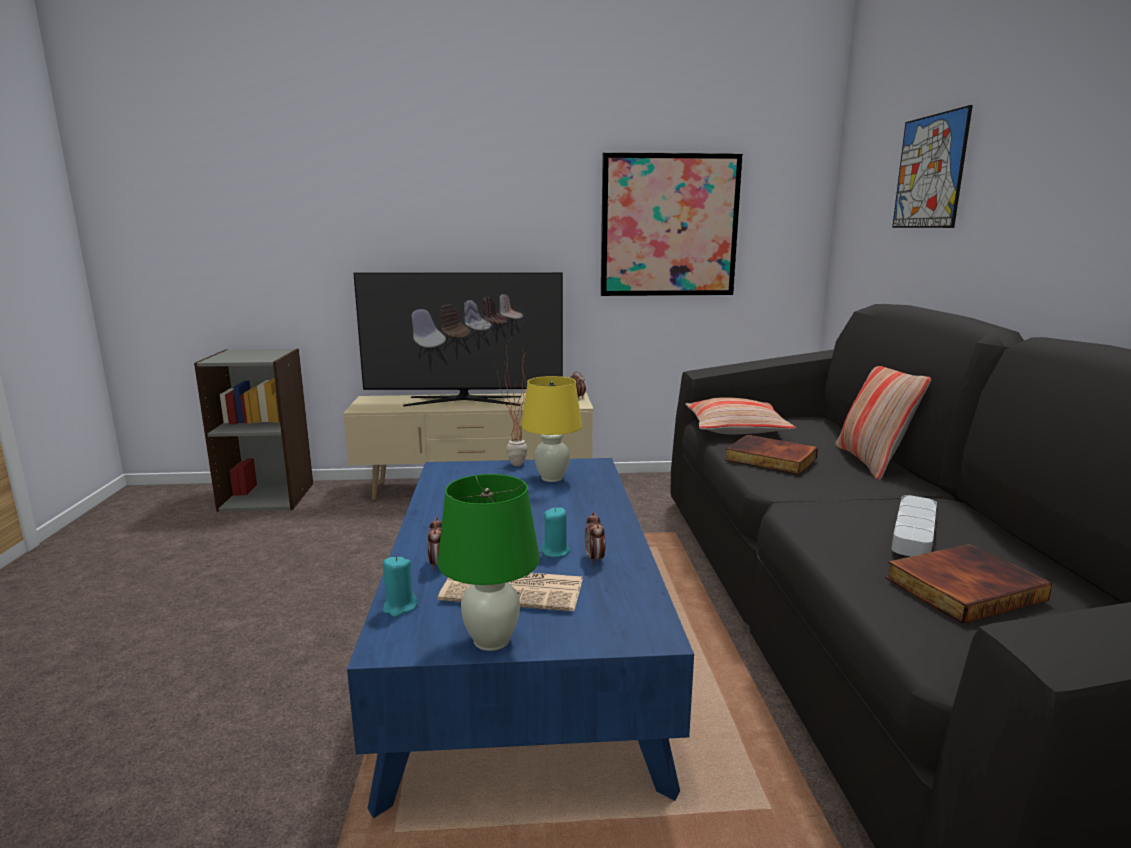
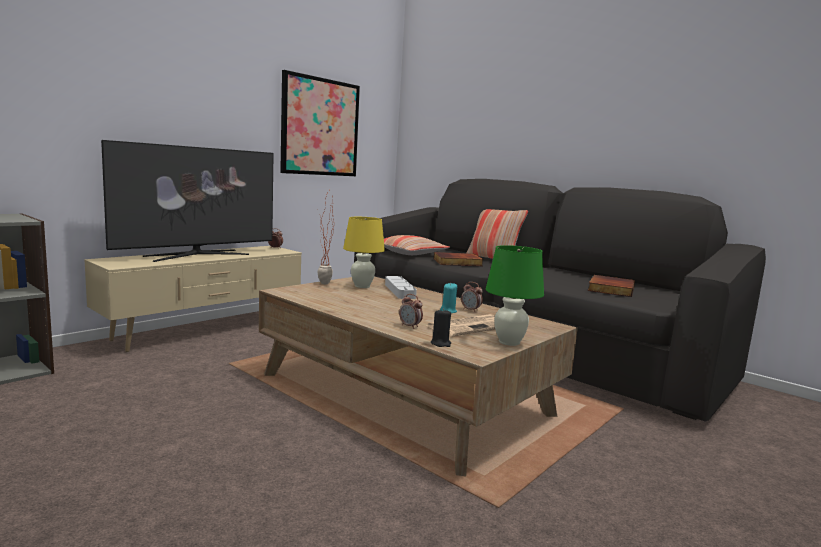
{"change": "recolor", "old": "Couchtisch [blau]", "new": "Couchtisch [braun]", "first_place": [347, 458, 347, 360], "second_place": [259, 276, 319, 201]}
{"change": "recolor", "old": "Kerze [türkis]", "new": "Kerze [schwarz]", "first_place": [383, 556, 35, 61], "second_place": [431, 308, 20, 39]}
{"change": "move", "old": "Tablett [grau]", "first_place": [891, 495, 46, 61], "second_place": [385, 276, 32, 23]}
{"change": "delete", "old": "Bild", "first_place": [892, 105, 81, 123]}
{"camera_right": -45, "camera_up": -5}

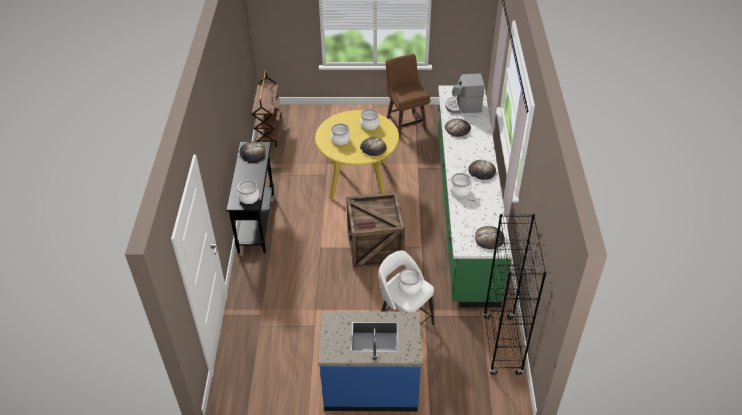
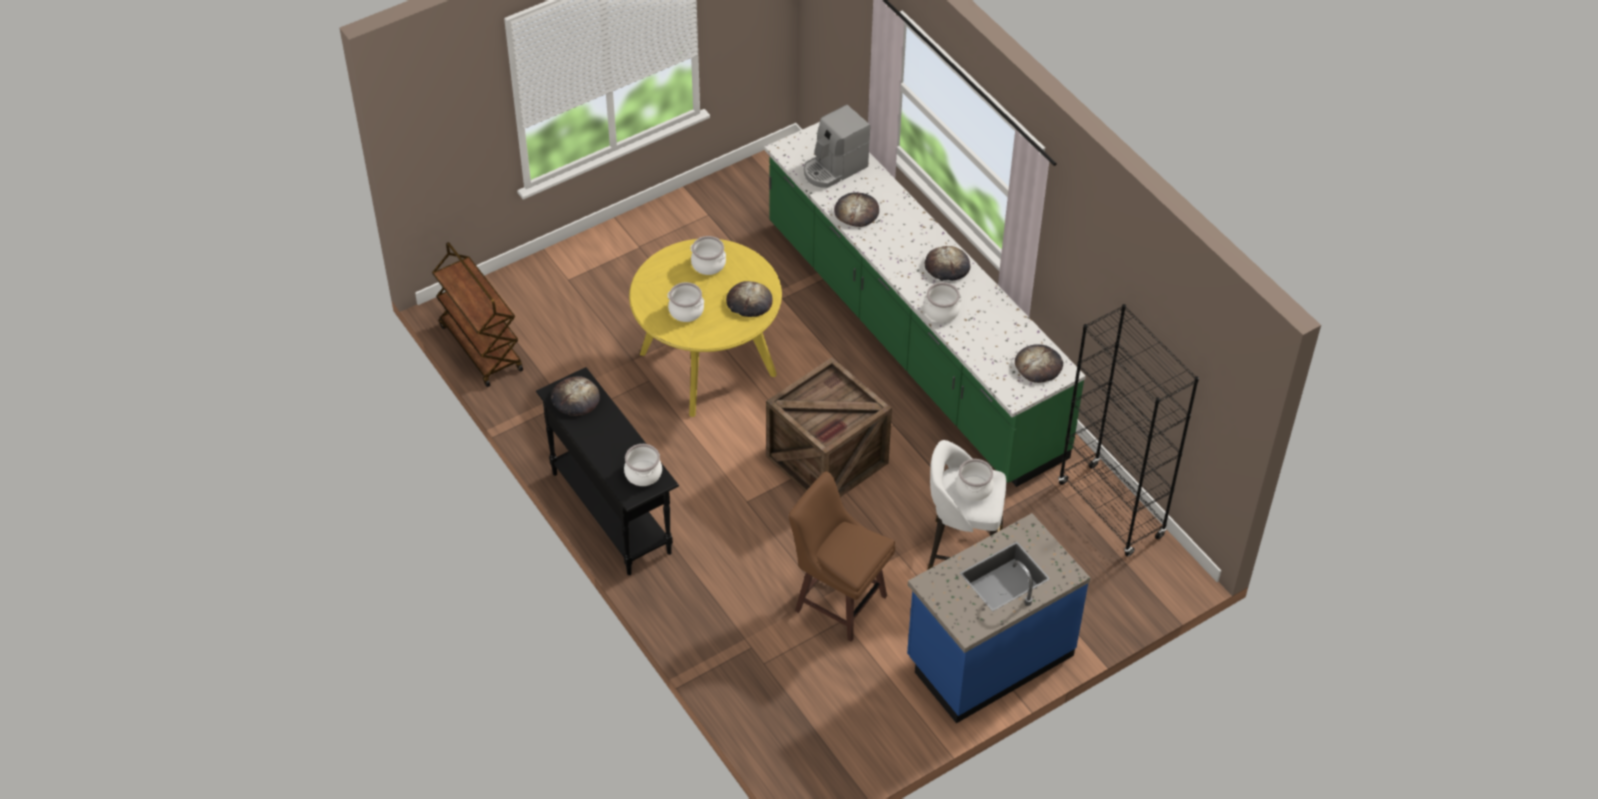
{"change": "move", "old": "Hocker [braun]", "first_place": [386, 54, 44, 84], "second_place": [789, 472, 106, 170]}
{"camera_right": -35, "camera_up": 5}

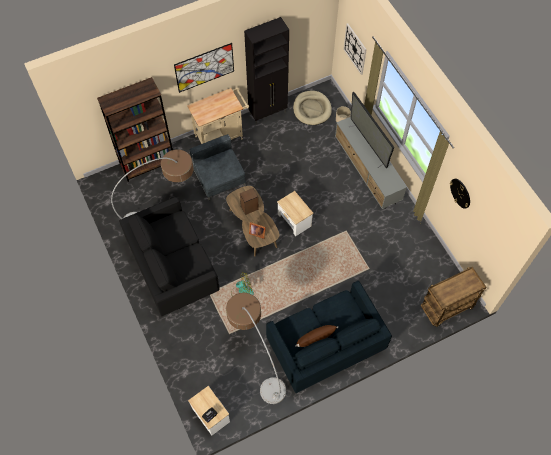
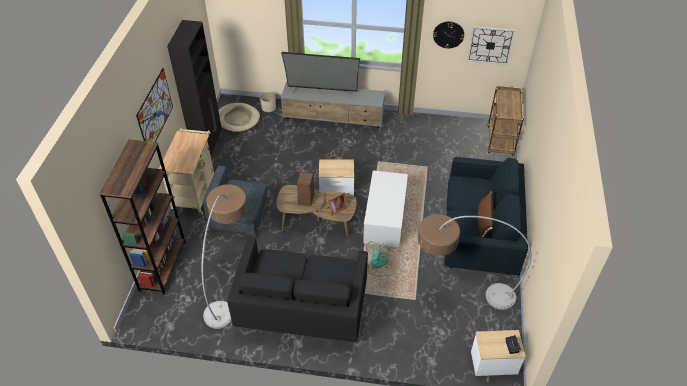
{"change": "move", "old": "Wanduhr", "first_place": [343, 23, 24, 52], "second_place": [467, 26, 48, 39]}
{"change": "insert", "new": "Couchtisch [weiß]", "second_place": [363, 171, 45, 76]}
{"camera_right": -55, "camera_up": -15}

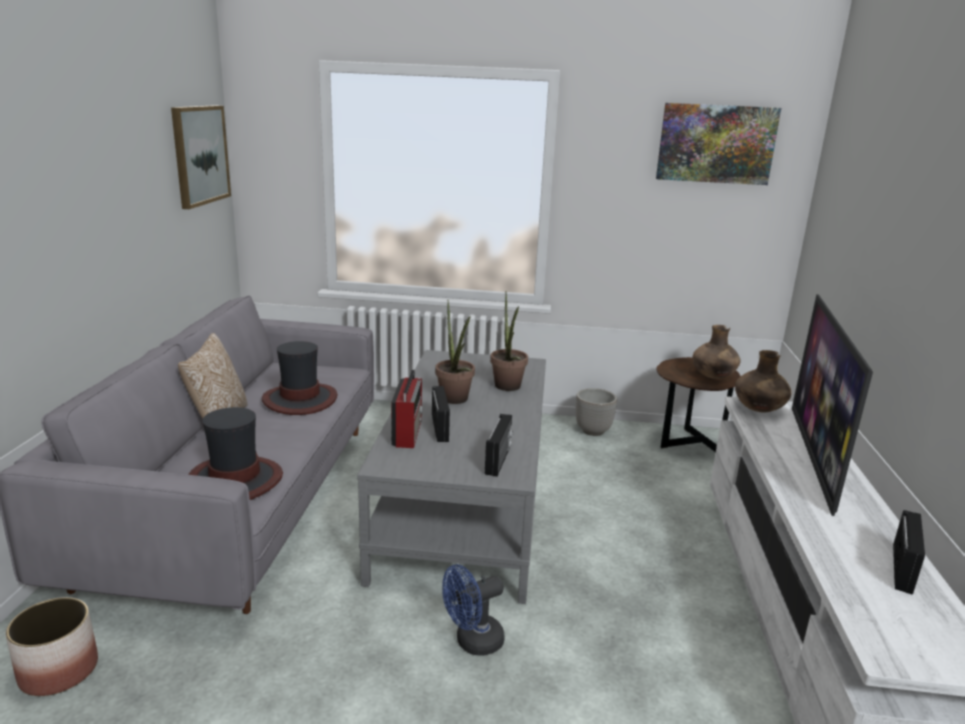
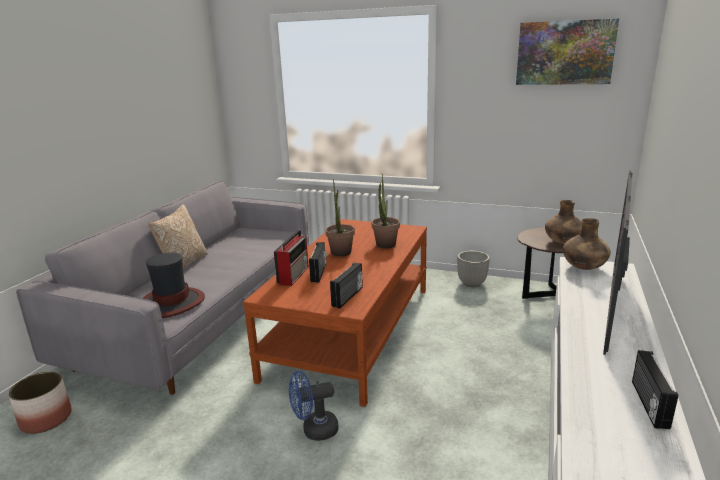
{"change": "delete", "old": "Bild", "first_place": [171, 105, 60, 104]}
{"change": "delete", "old": "Hut", "first_place": [262, 341, 76, 74]}
{"change": "recolor", "old": "Couchtisch [grau]", "new": "Couchtisch [braun]", "first_place": [357, 350, 189, 254], "second_place": [243, 219, 184, 188]}
{"change": "rotate", "old": "Radio", "first_place": [893, 510, 32, 85], "second_place": [632, 350, 46, 79], "degrees": 150}
{"camera_right": 15, "camera_up": 0}

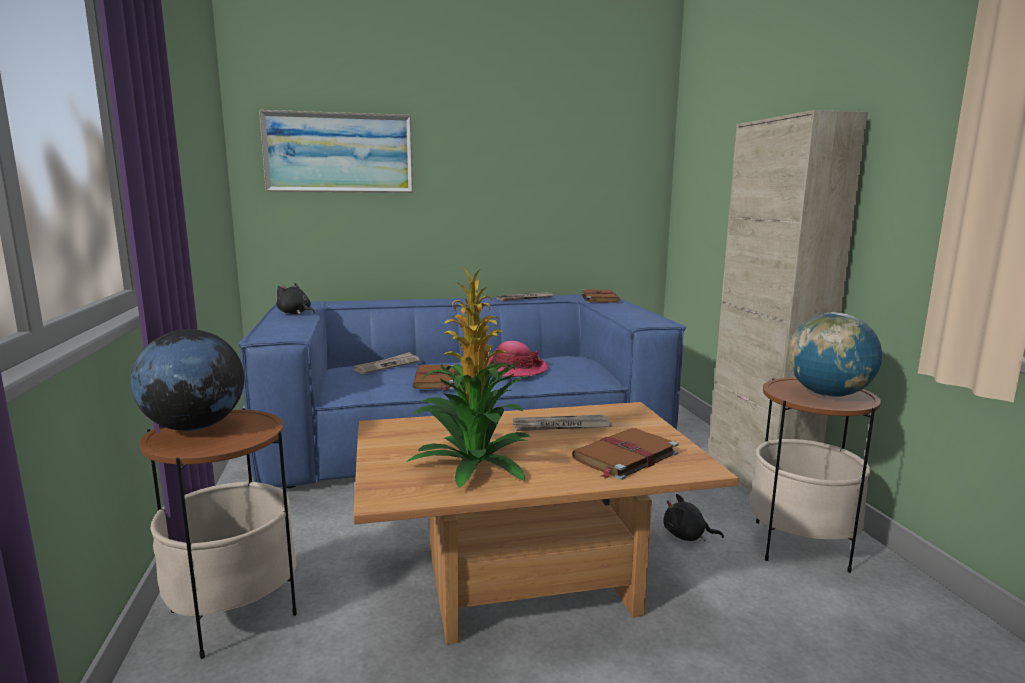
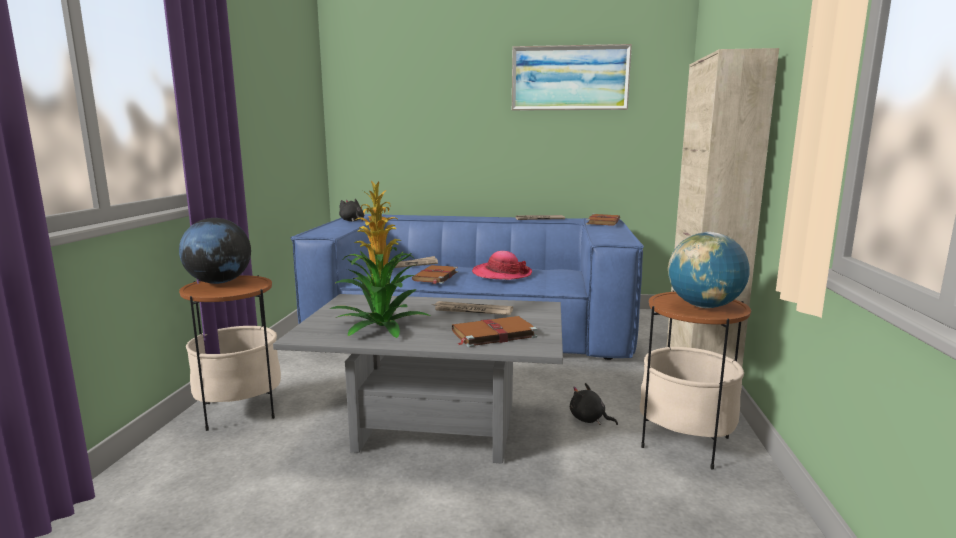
{"change": "move", "old": "Bild", "first_place": [259, 110, 154, 83], "second_place": [512, 44, 120, 66]}
{"change": "recolor", "old": "Couchtisch [braun]", "new": "Couchtisch [grau]", "first_place": [354, 402, 385, 242], "second_place": [273, 294, 290, 170]}
{"camera_right": 20, "camera_up": 0}

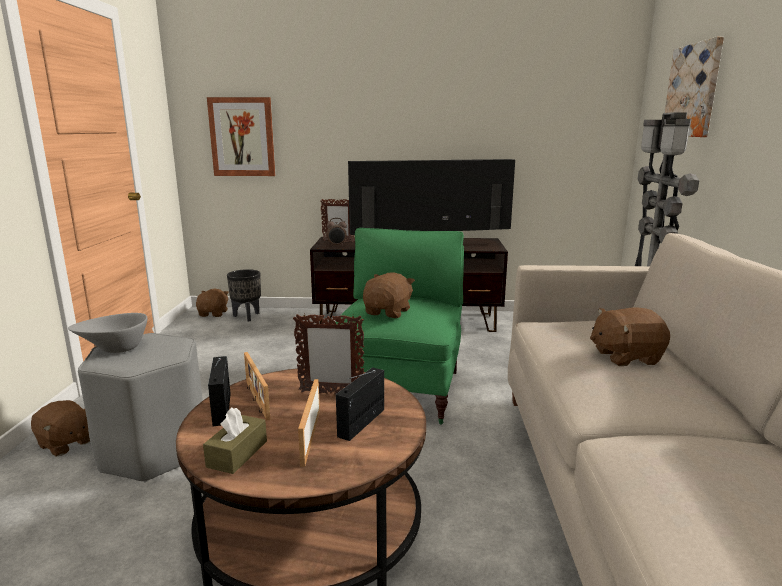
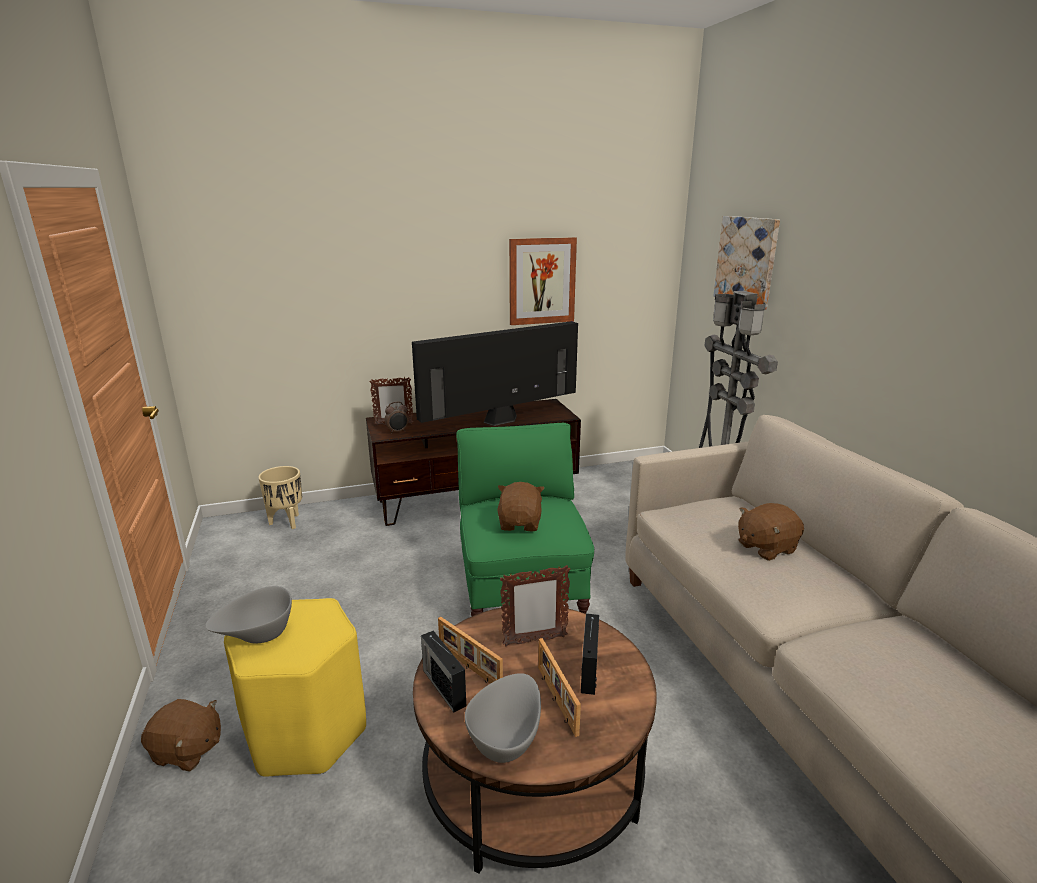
{"change": "recolor", "old": "Hocker [grau]", "new": "Hocker [gelb]", "first_place": [78, 333, 125, 149], "second_place": [224, 598, 142, 179]}
{"change": "delete", "old": "Plüschtier [braun]", "first_place": [196, 289, 33, 28]}
{"change": "replace", "old": "Taschentuchbox [braun]", "new": "Schüssel [grau]", "first_place": [203, 408, 64, 66], "second_place": [465, 673, 76, 90]}
{"change": "move", "old": "Bild", "first_place": [207, 97, 69, 79], "second_place": [509, 237, 68, 88]}
{"change": "recolor", "old": "Pflanzkübel [schwarz]", "new": "Pflanzkübel [beige]", "first_place": [227, 269, 34, 52], "second_place": [258, 466, 44, 63]}
{"camera_right": -20, "camera_up": 5}

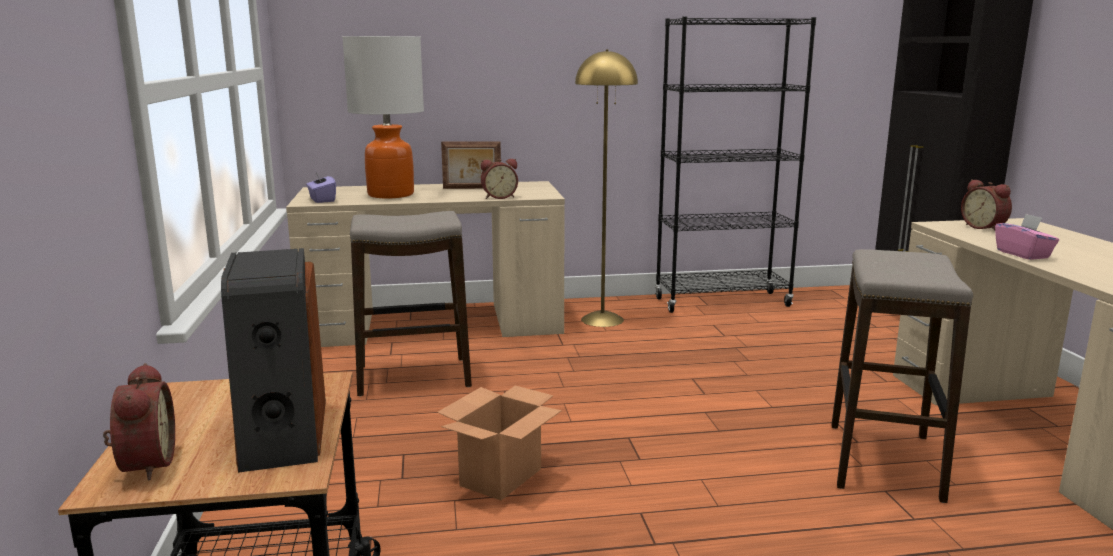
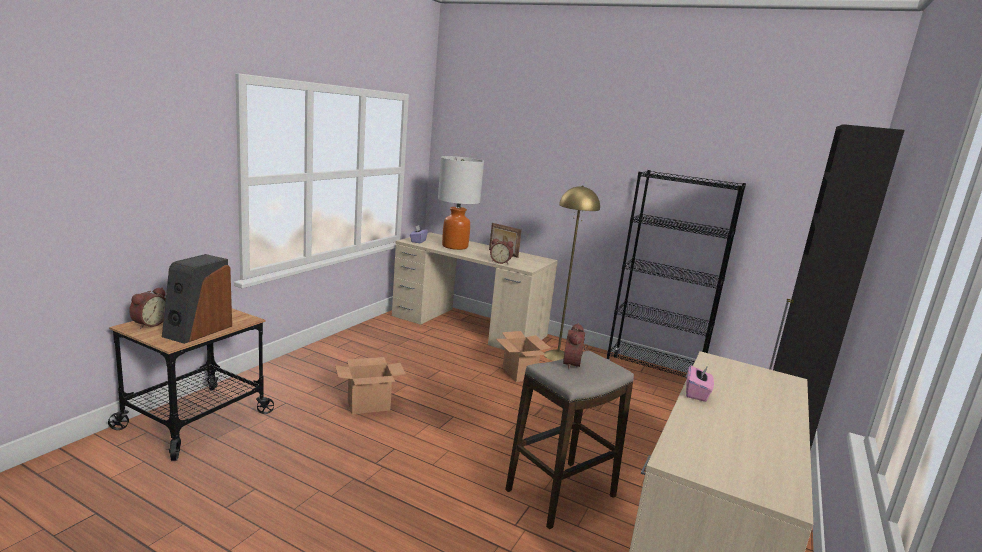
{"change": "delete", "old": "Hocker", "first_place": [350, 211, 122, 185]}
{"change": "move", "old": "Wecker", "first_place": [961, 179, 51, 52], "second_place": [563, 323, 25, 46]}
{"change": "insert", "new": "Karton", "second_place": [496, 331, 54, 51]}
{"camera_right": 35, "camera_up": 0}

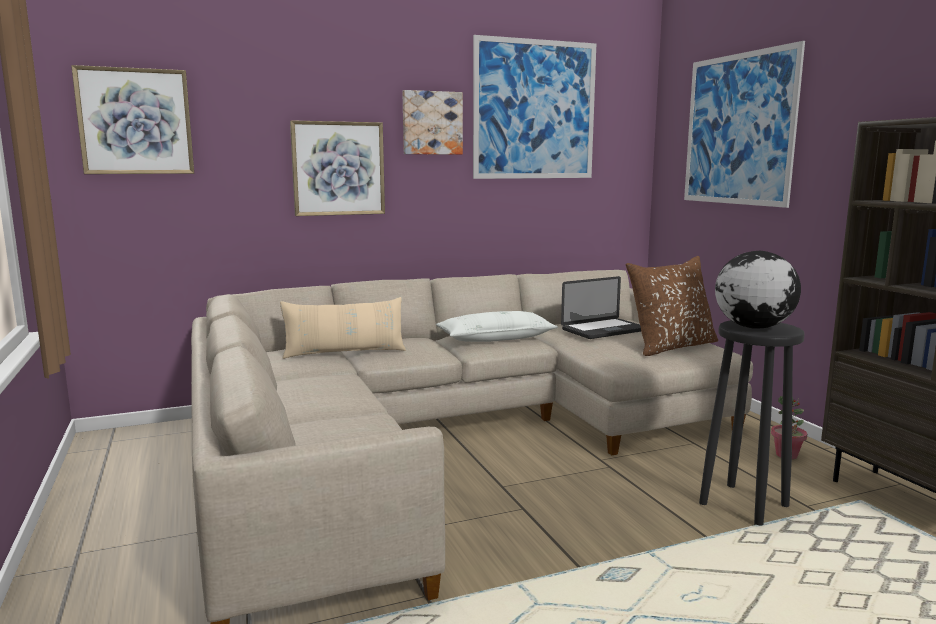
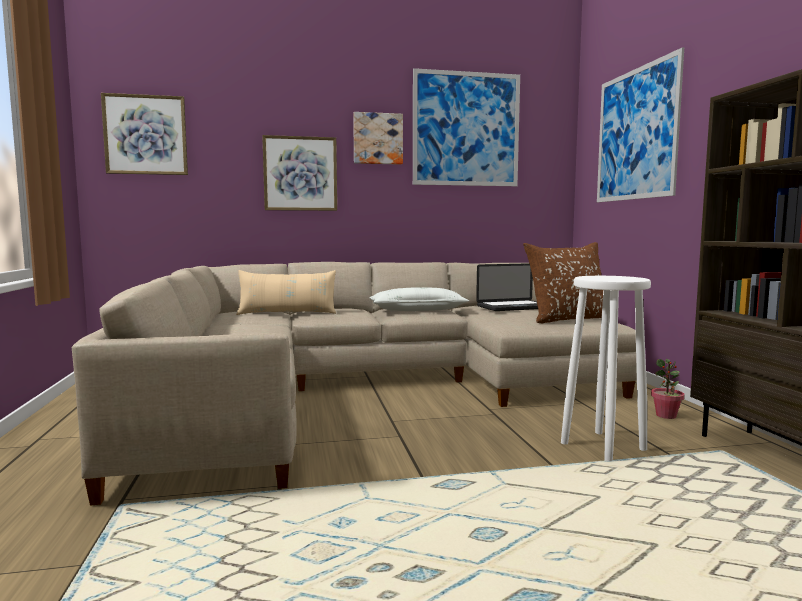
{"change": "recolor", "old": "Hocker [schwarz]", "new": "Hocker [weiß]", "first_place": [699, 320, 106, 205], "second_place": [561, 276, 90, 185]}
{"change": "delete", "old": "Globus", "first_place": [715, 251, 86, 78]}
{"camera_right": 10, "camera_up": -5}

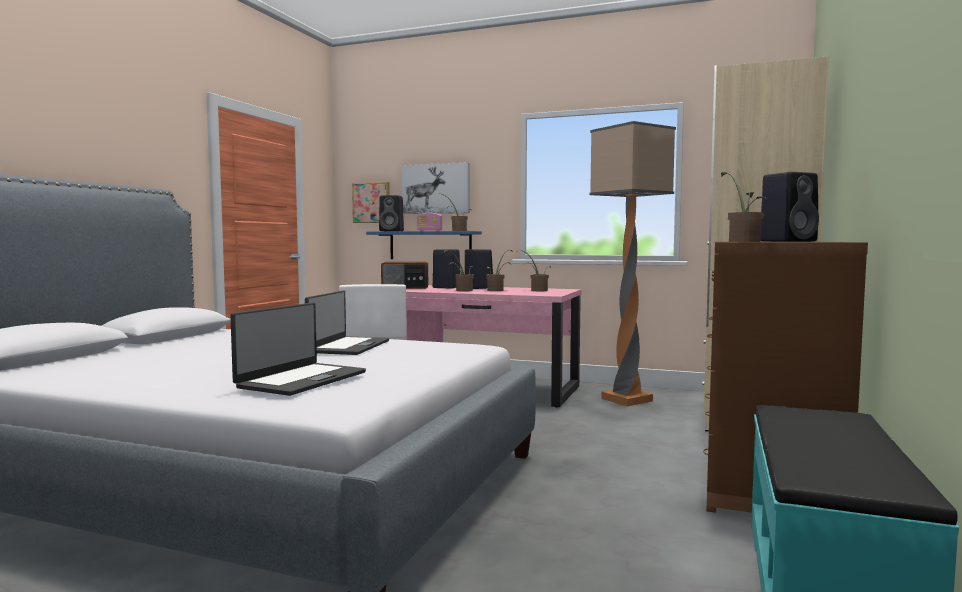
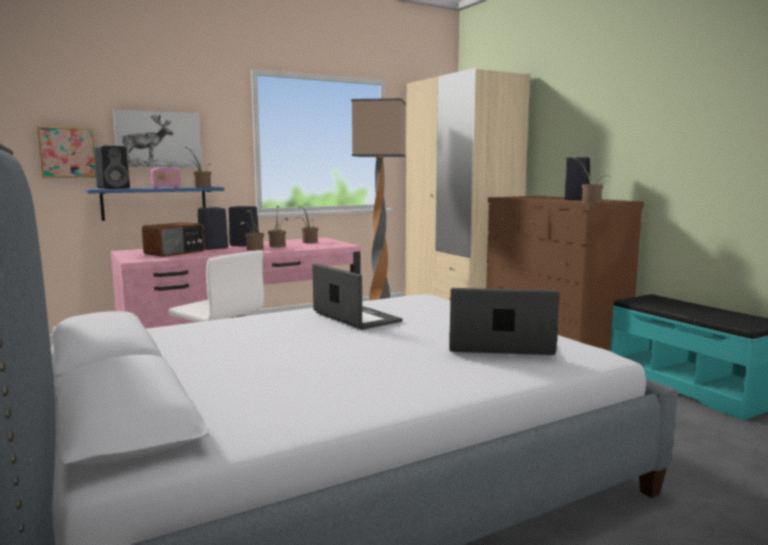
{"change": "rotate", "old": "Laptop", "first_place": [230, 302, 136, 94], "second_place": [449, 288, 111, 67], "degrees": -60}
{"camera_right": -50, "camera_up": 5}

